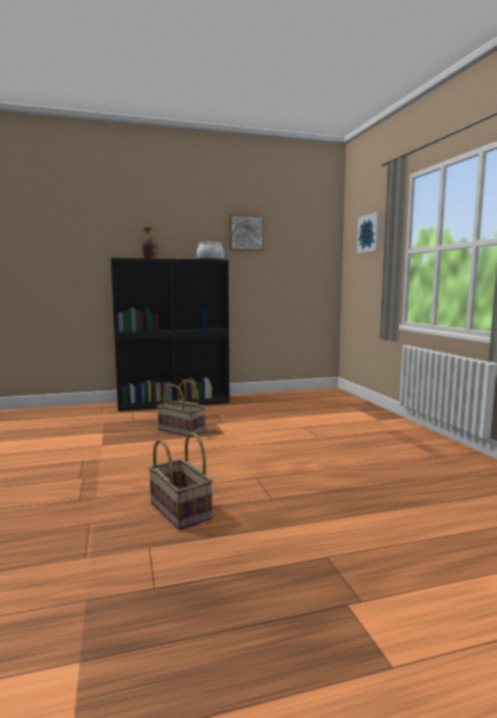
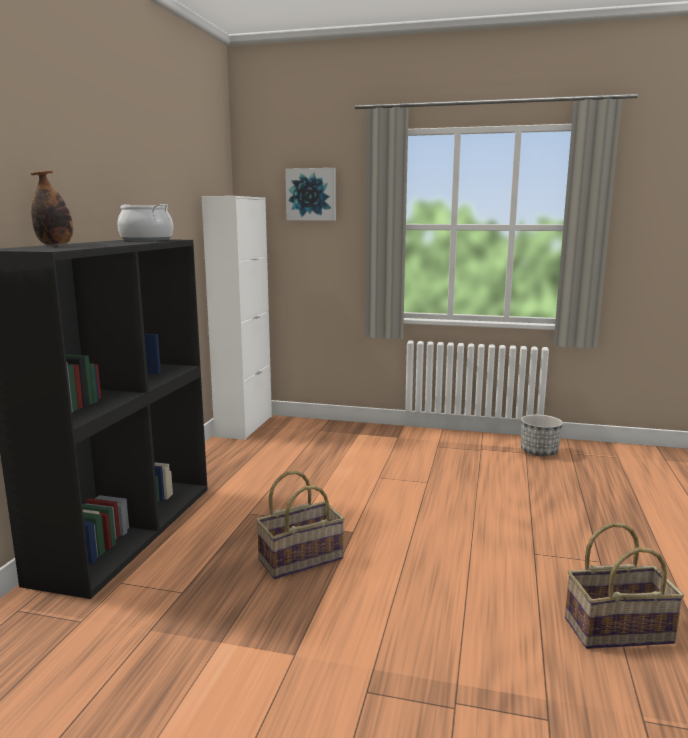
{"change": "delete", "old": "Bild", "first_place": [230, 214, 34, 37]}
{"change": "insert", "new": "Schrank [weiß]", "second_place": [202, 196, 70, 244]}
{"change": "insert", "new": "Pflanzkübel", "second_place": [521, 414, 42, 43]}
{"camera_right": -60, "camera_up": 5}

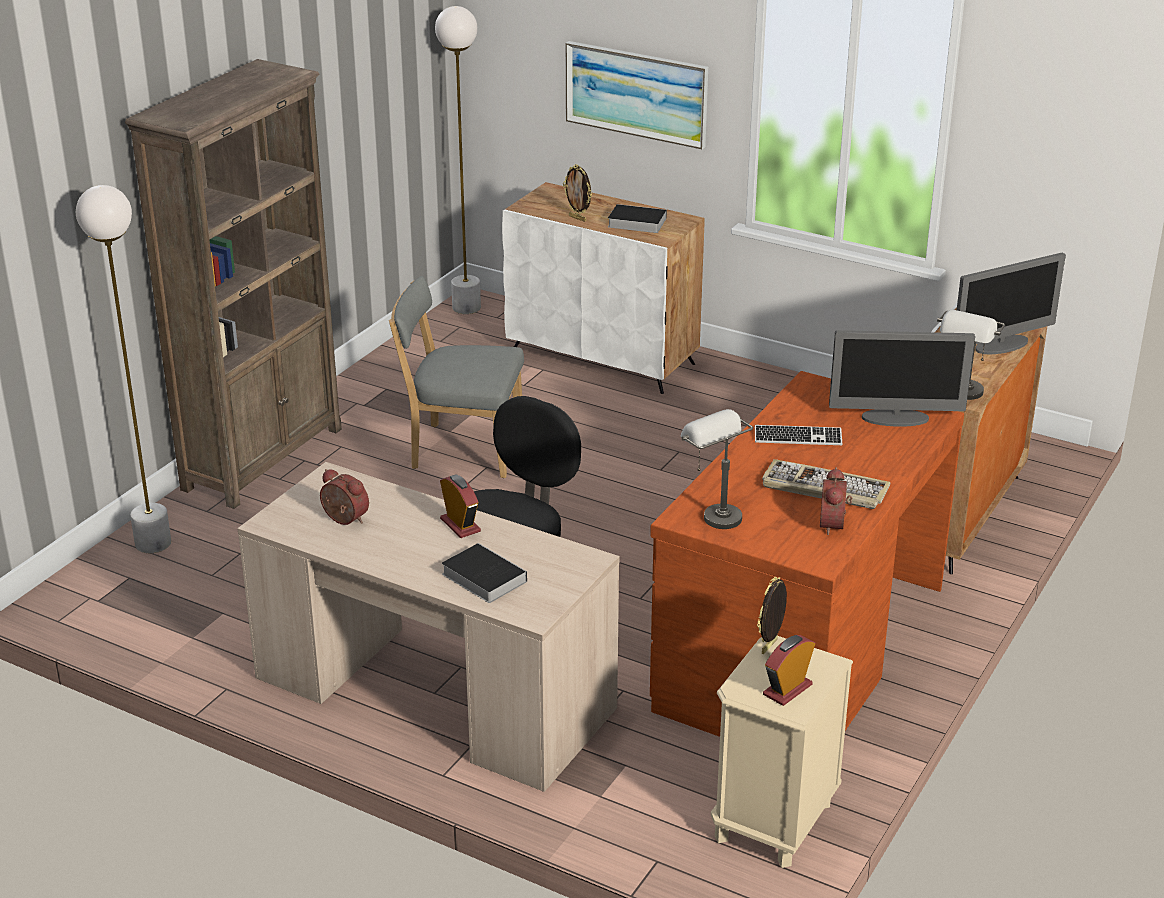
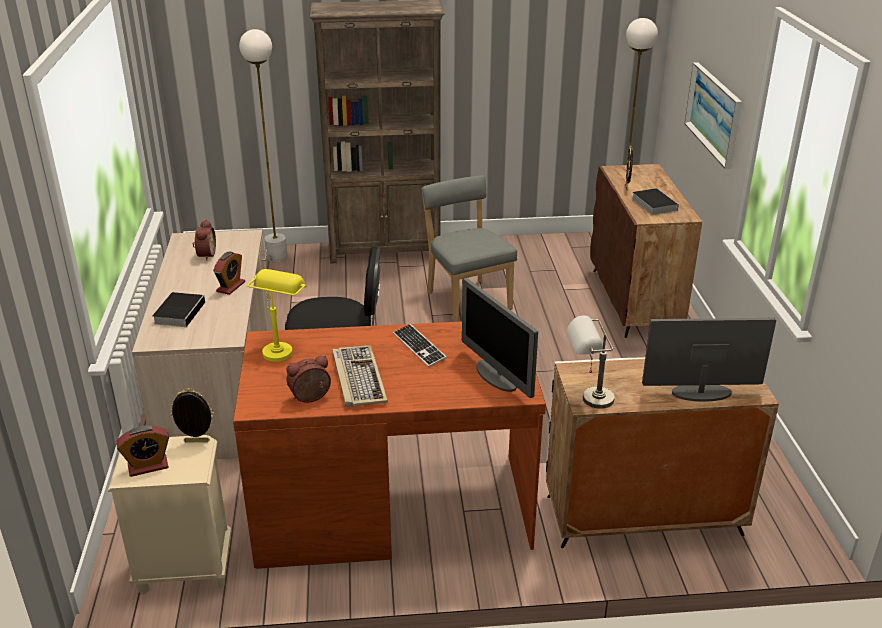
{"change": "recolor", "old": "Schrank [weiß]", "new": "Schrank [braun]", "first_place": [502, 182, 203, 212], "second_place": [590, 164, 112, 174]}
{"change": "recolor", "old": "Tischlampe [grau]", "new": "Tischlampe [gelb]", "first_place": [681, 409, 72, 120], "second_place": [247, 269, 59, 93]}
{"change": "rotate", "old": "Wecker", "first_place": [763, 635, 52, 71], "second_place": [116, 425, 53, 52], "degrees": 150}
{"change": "rotate", "old": "Monitor", "first_place": [957, 253, 109, 101], "second_place": [642, 318, 134, 84], "degrees": 150}
{"camera_right": 55, "camera_up": 0}

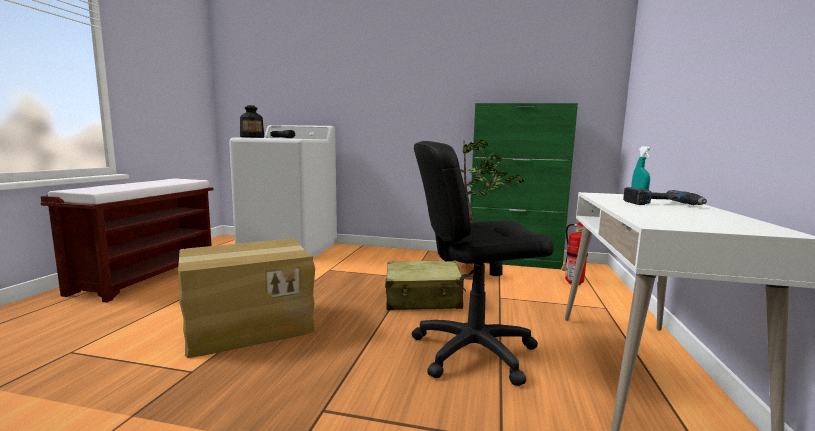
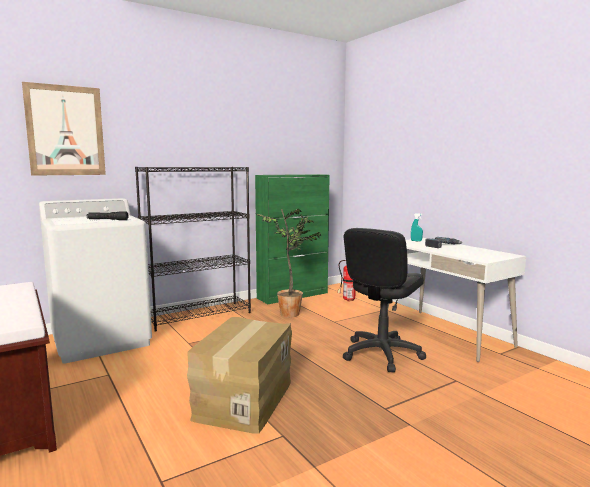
{"change": "delete", "old": "Flasche", "first_place": [240, 105, 24, 33]}
{"change": "delete", "old": "Koffer [beige]", "first_place": [385, 261, 81, 49]}
{"change": "insert", "new": "Bild", "second_place": [22, 82, 84, 94]}
{"change": "insert", "new": "Bücherregal [schwarz]", "second_place": [135, 167, 116, 165]}
{"camera_right": -45, "camera_up": 0}

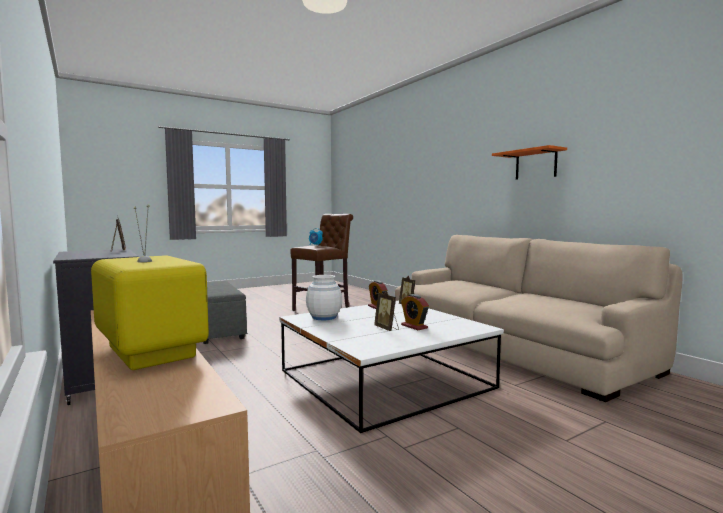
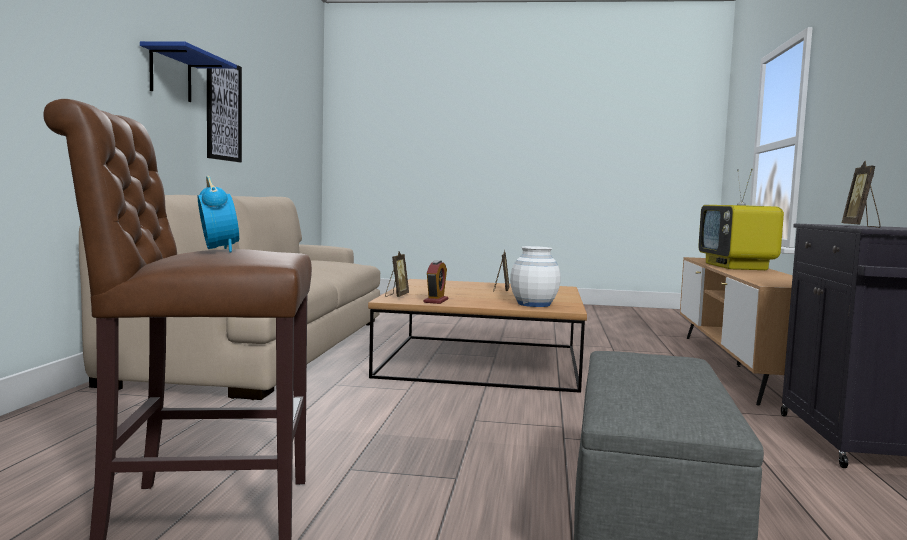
{"change": "recolor", "old": "Couchtisch [weiß]", "new": "Couchtisch [braun]", "first_place": [279, 301, 225, 132], "second_place": [368, 279, 219, 114]}
{"change": "delete", "old": "Wecker", "first_place": [401, 294, 28, 36]}
{"change": "recolor", "old": "Wandregal [orange]", "new": "Wandregal [blau]", "first_place": [492, 145, 75, 35], "second_place": [140, 41, 97, 61]}
{"change": "insert", "new": "Bild", "second_place": [207, 65, 35, 97]}
{"camera_right": -140, "camera_up": 0}

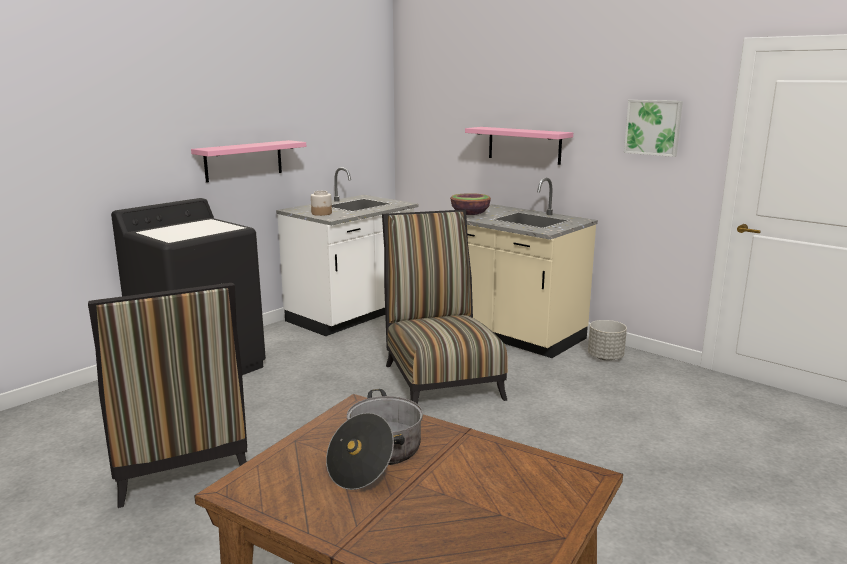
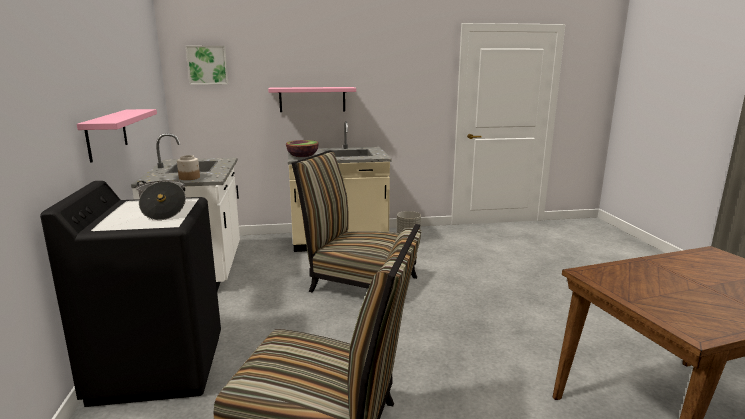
{"change": "move", "old": "Kochtopf", "first_place": [326, 389, 97, 101], "second_place": [137, 180, 49, 40]}
{"change": "move", "old": "Bild", "first_place": [624, 100, 59, 57], "second_place": [186, 46, 42, 39]}
{"camera_right": -50, "camera_up": 0}

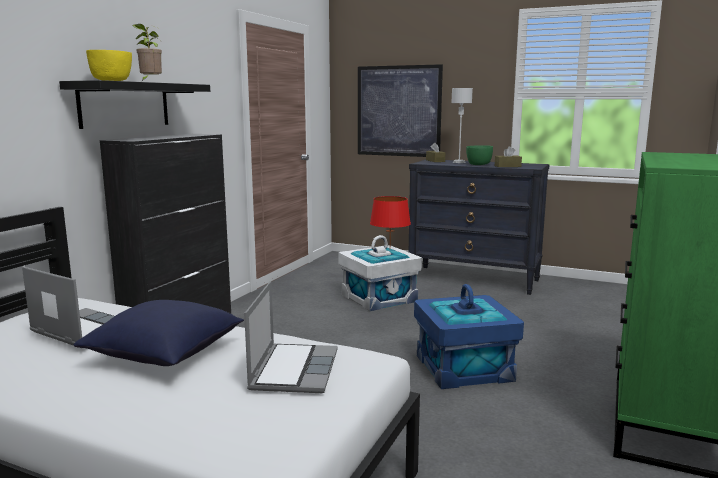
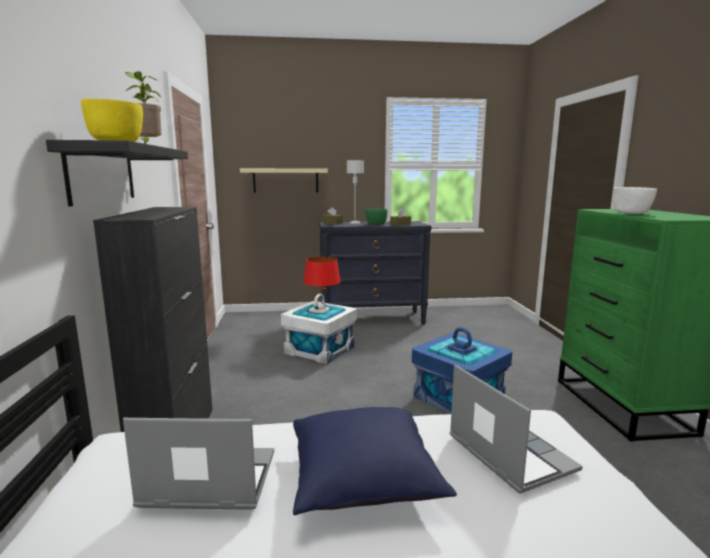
{"change": "replace", "old": "Bild", "new": "Wandregal [beige]", "first_place": [358, 64, 85, 93], "second_place": [240, 168, 88, 25]}
{"change": "insert", "new": "Schüssel [weiß]", "second_place": [613, 187, 44, 27]}
{"camera_right": -30, "camera_up": 0}

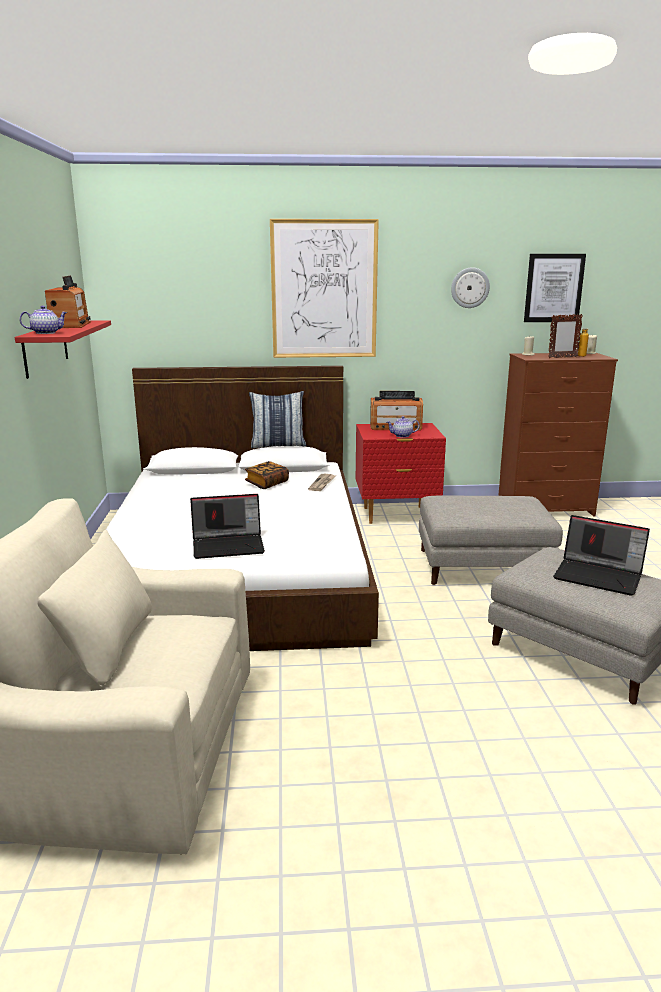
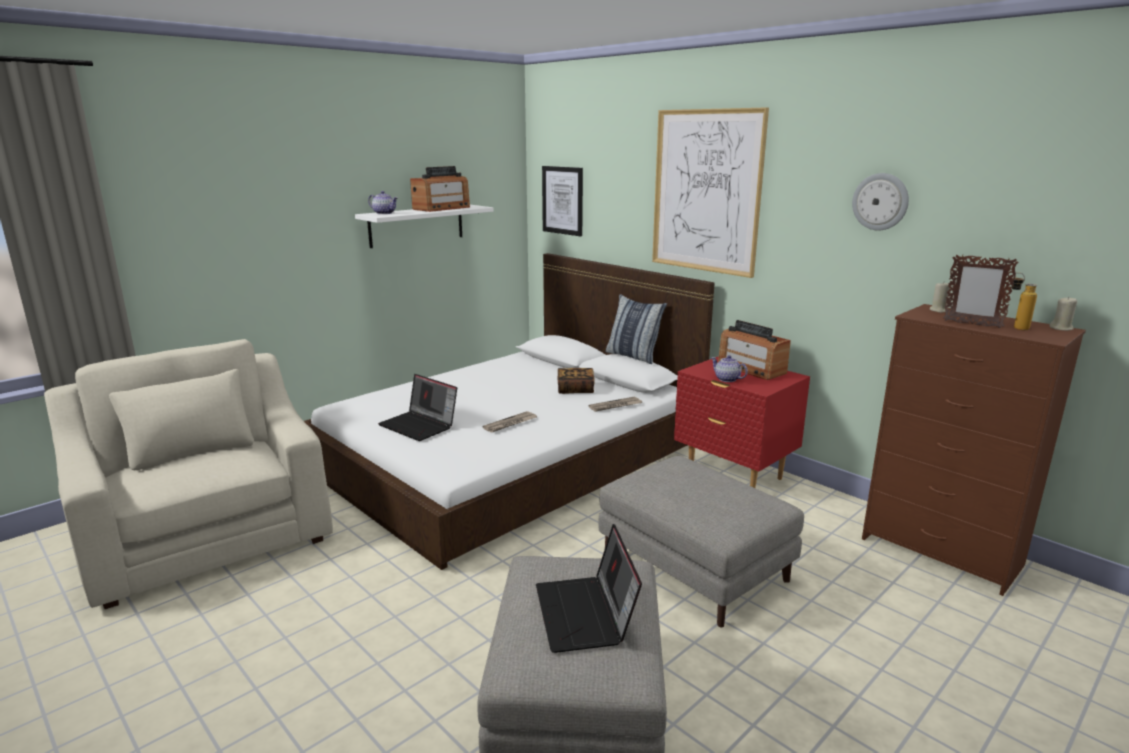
{"change": "recolor", "old": "Wandregal [rot]", "new": "Wandregal [weiß]", "first_place": [15, 320, 96, 59], "second_place": [355, 205, 139, 43]}
{"change": "move", "old": "Bild", "first_place": [524, 254, 62, 68], "second_place": [542, 166, 41, 71]}
{"change": "insert", "new": "Zeitung", "second_place": [482, 411, 55, 22]}
{"camera_right": 50, "camera_up": 0}

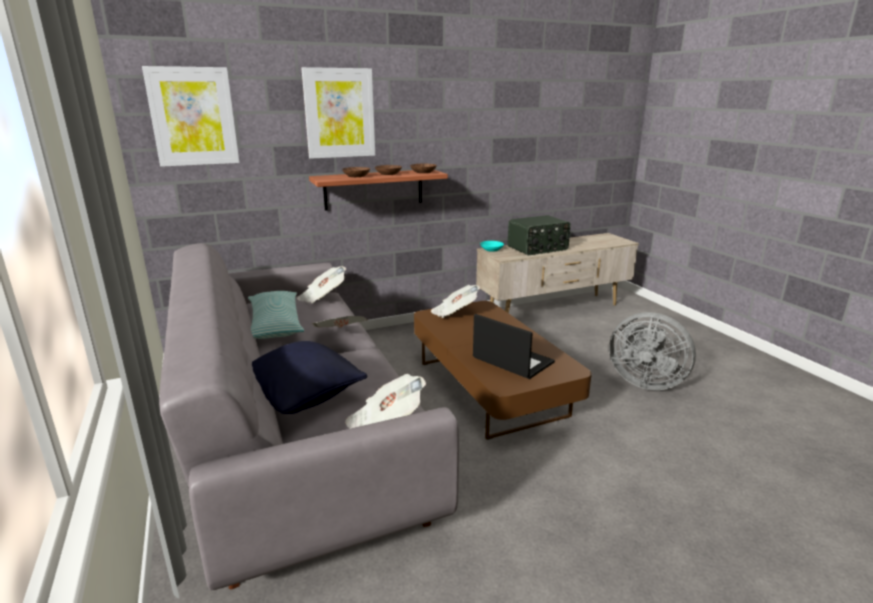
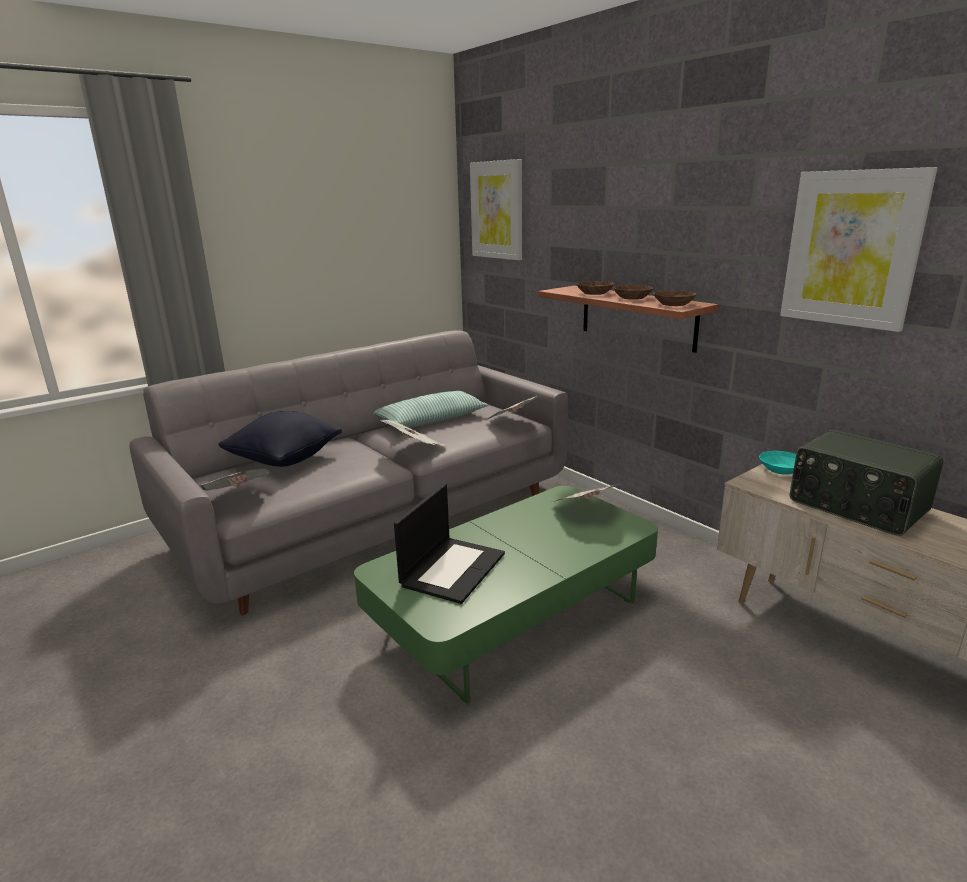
{"change": "move", "old": "Bild", "first_place": [301, 67, 74, 92], "second_place": [780, 167, 157, 165]}
{"change": "recolor", "old": "Couchtisch [braun]", "new": "Couchtisch [grün]", "first_place": [414, 301, 178, 139], "second_place": [354, 486, 304, 218]}
{"change": "delete", "old": "Ventilator [grau]", "first_place": [609, 312, 87, 78]}
{"camera_right": 75, "camera_up": 0}

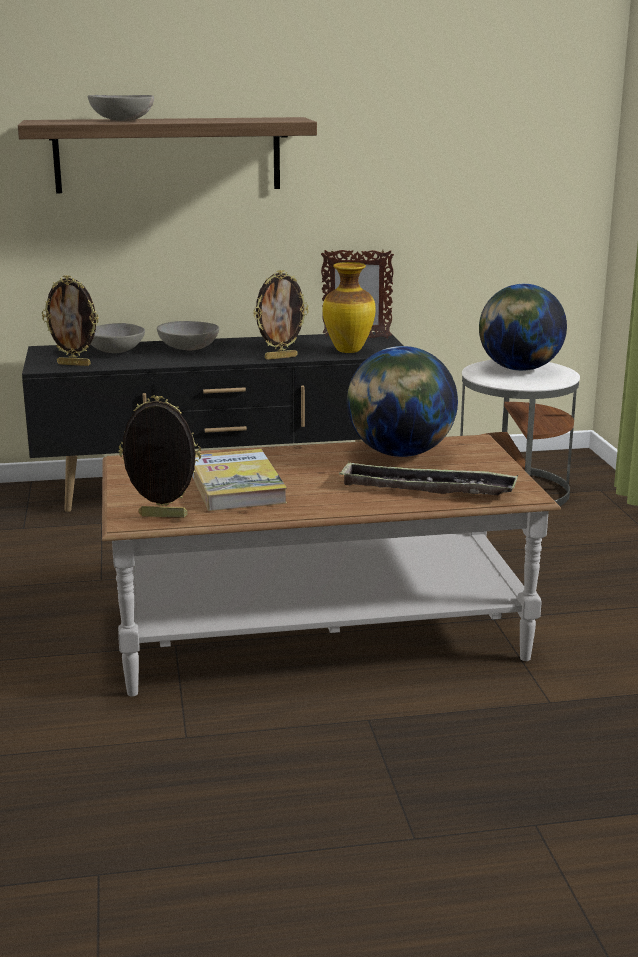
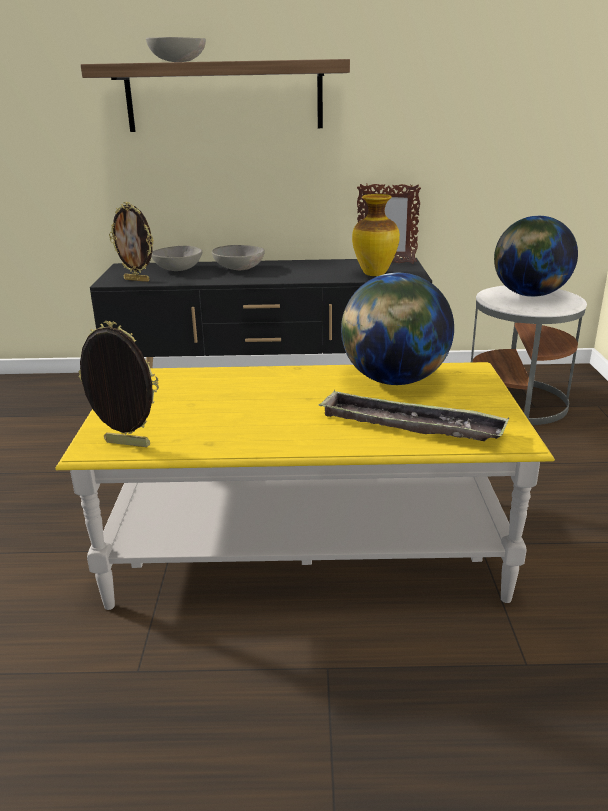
{"change": "recolor", "old": "Couchtisch [braun]", "new": "Couchtisch [gelb]", "first_place": [102, 434, 459, 262], "second_place": [55, 362, 500, 248]}
{"change": "delete", "old": "Buch", "first_place": [192, 449, 95, 62]}
{"change": "delete", "old": "Bilderrahmen", "first_place": [253, 270, 56, 90]}
{"camera_right": 10, "camera_up": 5}

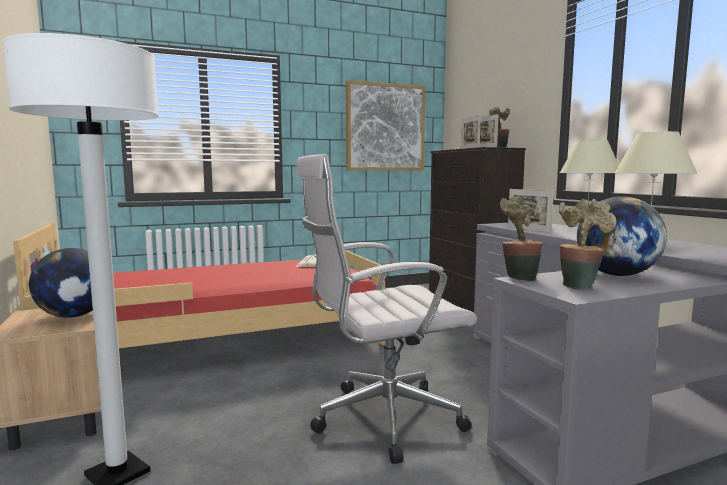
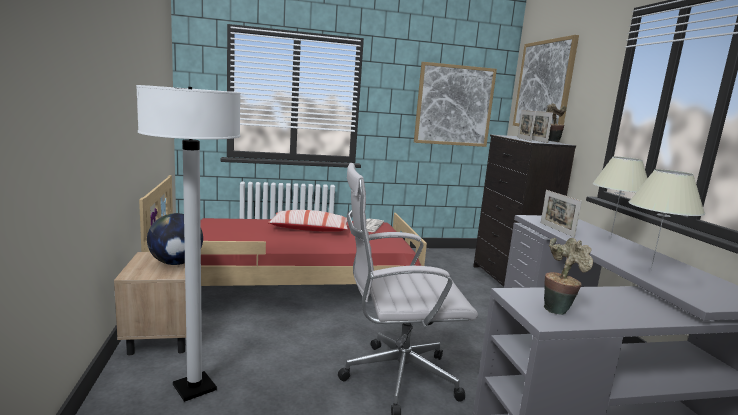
{"change": "delete", "old": "Topfpflanze", "first_place": [500, 197, 43, 84]}
{"change": "delete", "old": "Globus", "first_place": [577, 196, 90, 80]}
{"change": "insert", "new": "Kissen", "second_place": [268, 210, 80, 22]}
{"change": "insert", "new": "Bild", "second_place": [513, 35, 66, 91]}
{"camera_right": 10, "camera_up": 5}

